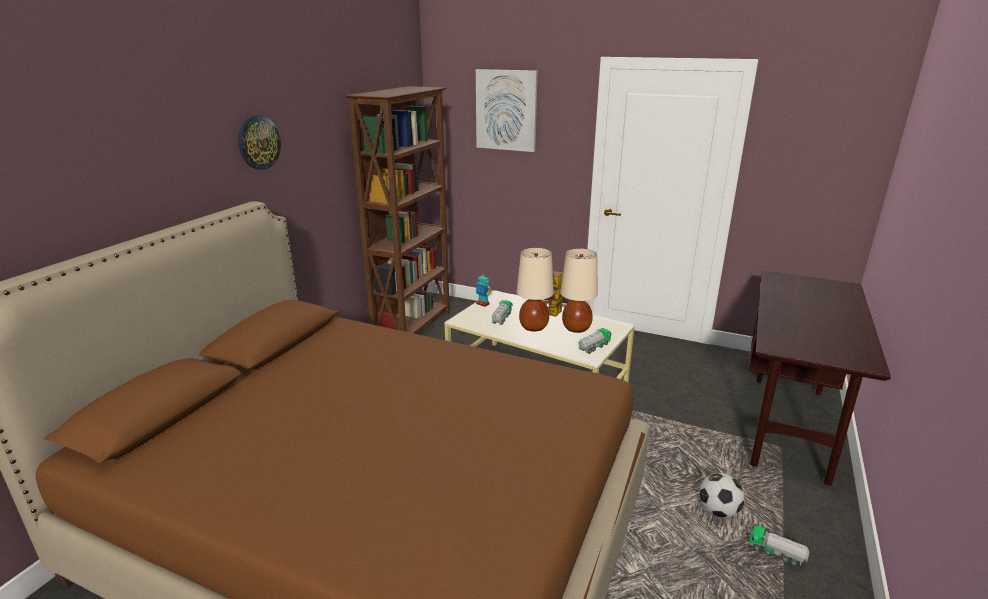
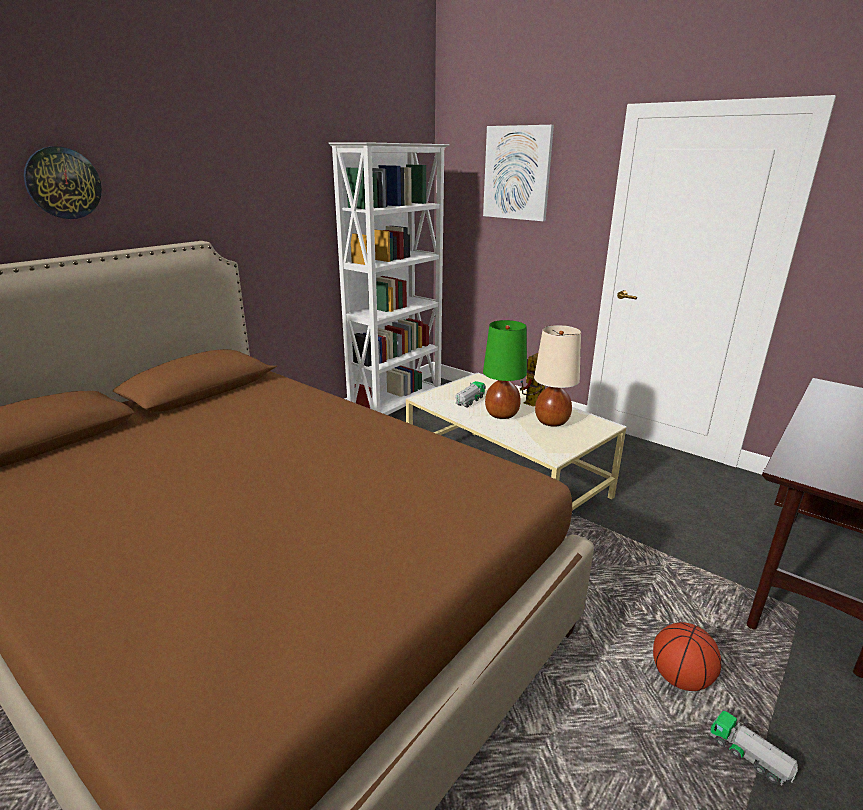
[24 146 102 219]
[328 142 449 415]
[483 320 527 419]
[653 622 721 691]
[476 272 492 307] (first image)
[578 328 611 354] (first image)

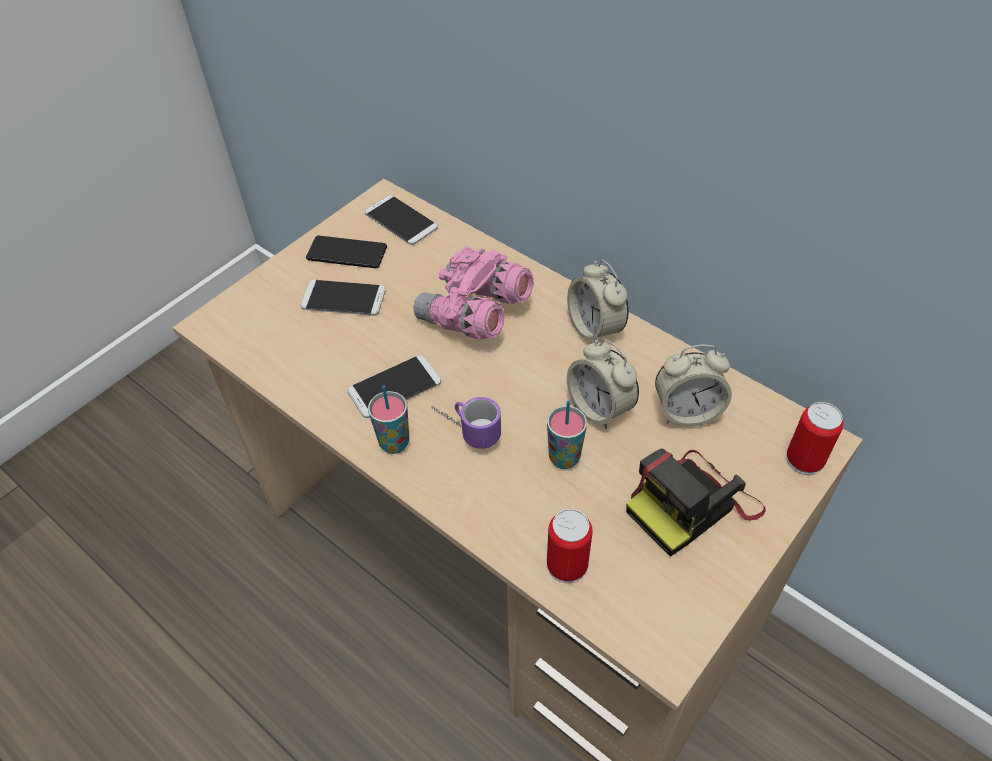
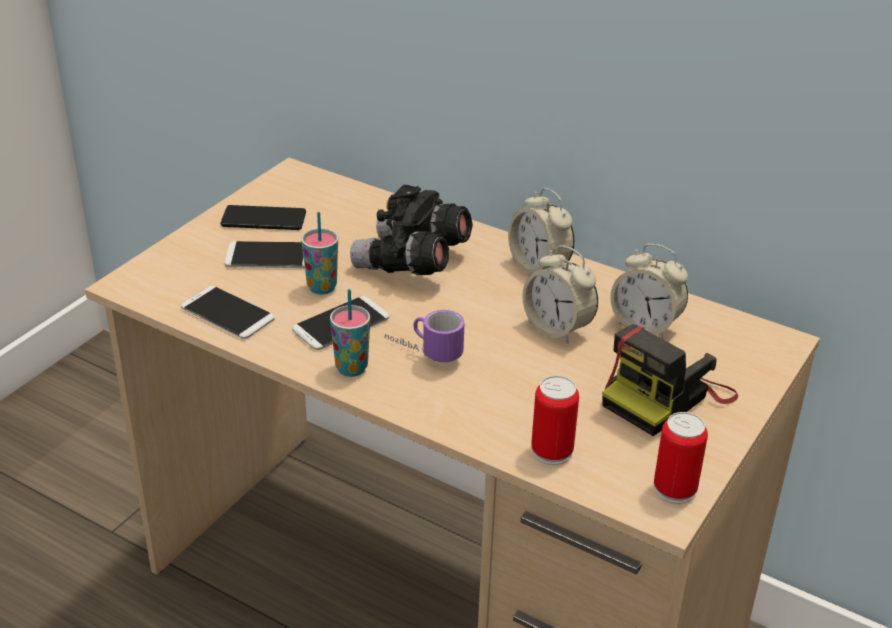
[181 286 275 339]
[301 212 338 294]
[350 185 473 275]
[610 244 688 339]
[654 412 708 504]

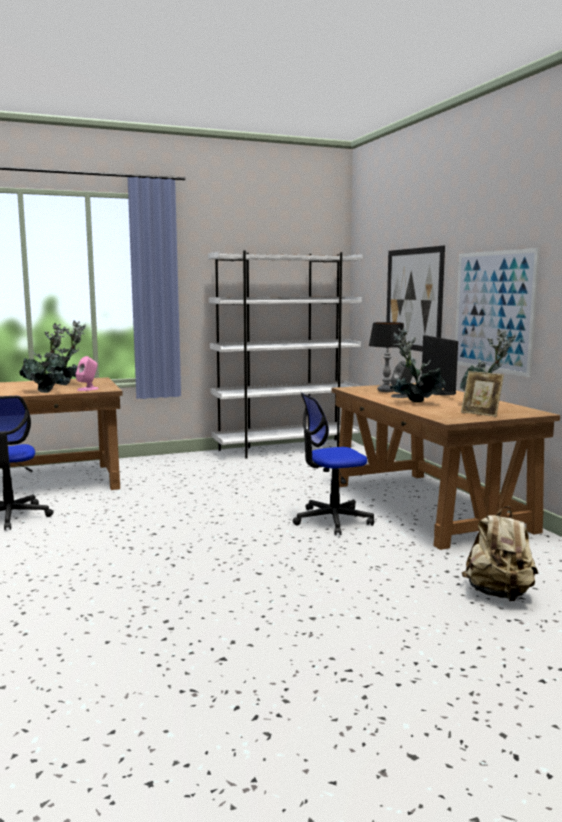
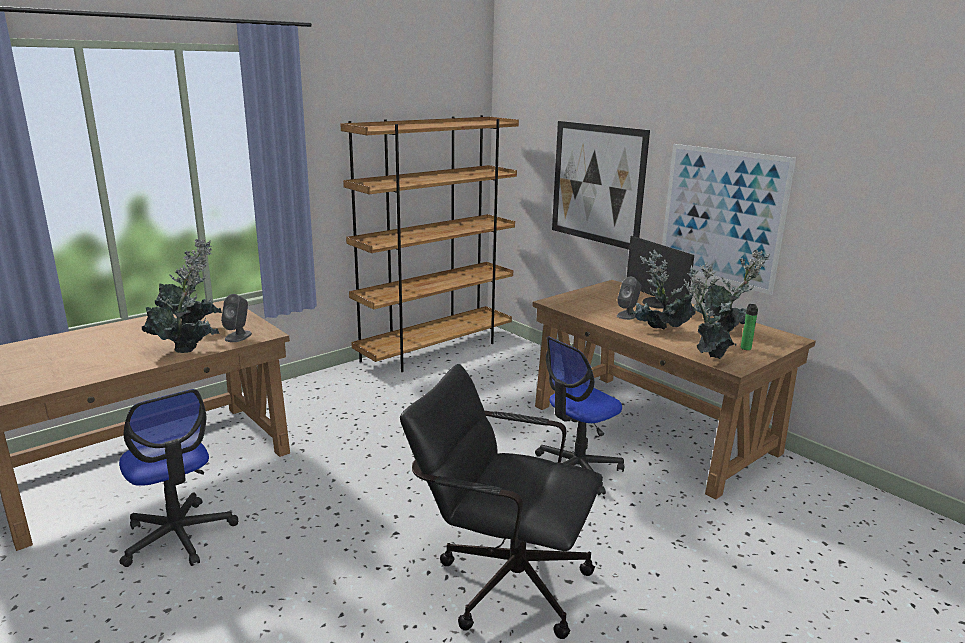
[221 294 252 342]
[340 115 519 372]
[400 364 603 639]
[684 262 736 359]
[741 304 758 350]
[369 322 406 392] (first image)
[462 506 538 601] (first image)

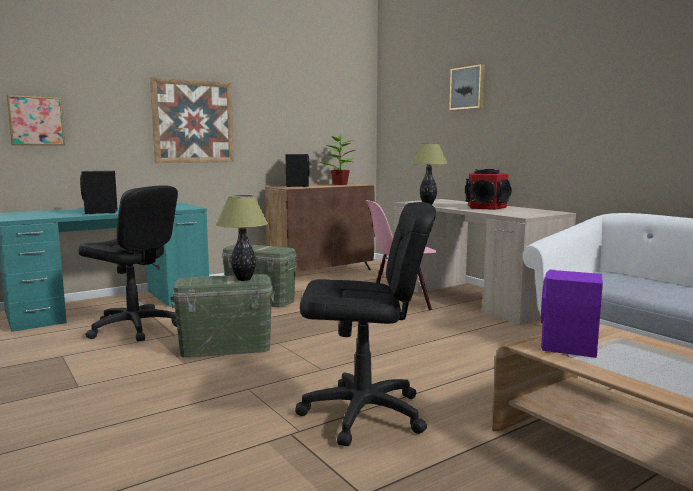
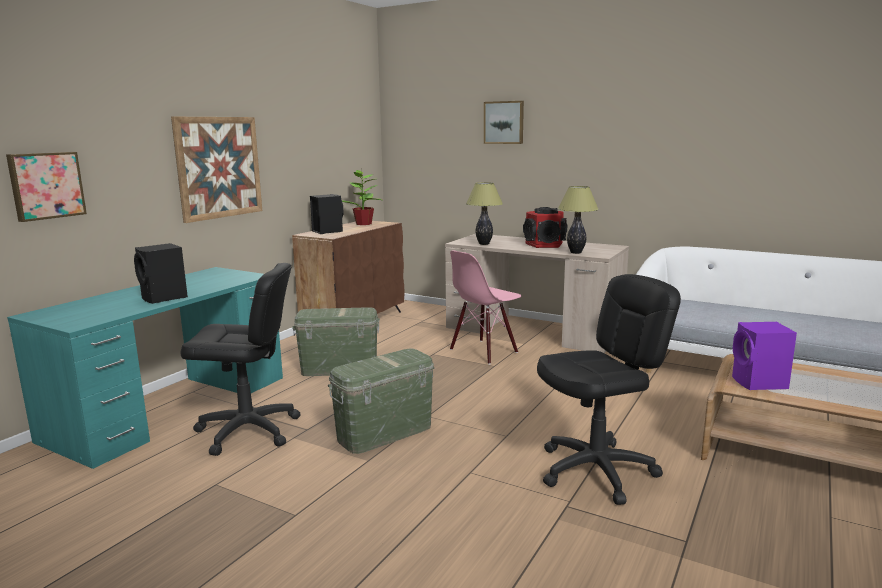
[558 186 599 254]

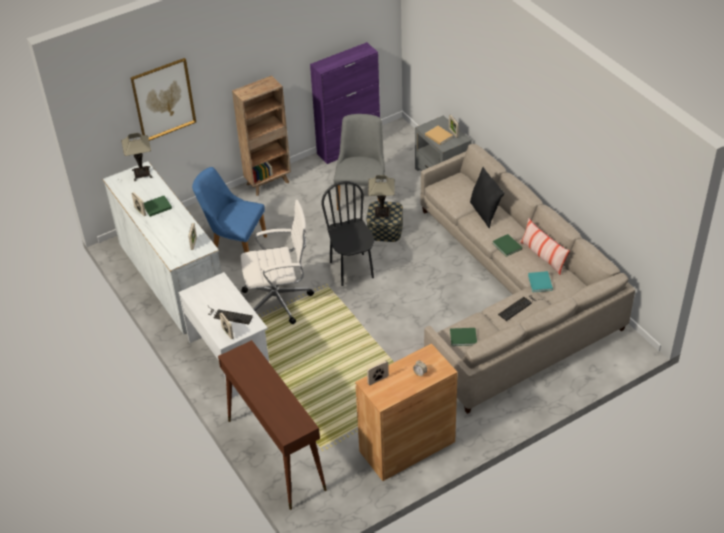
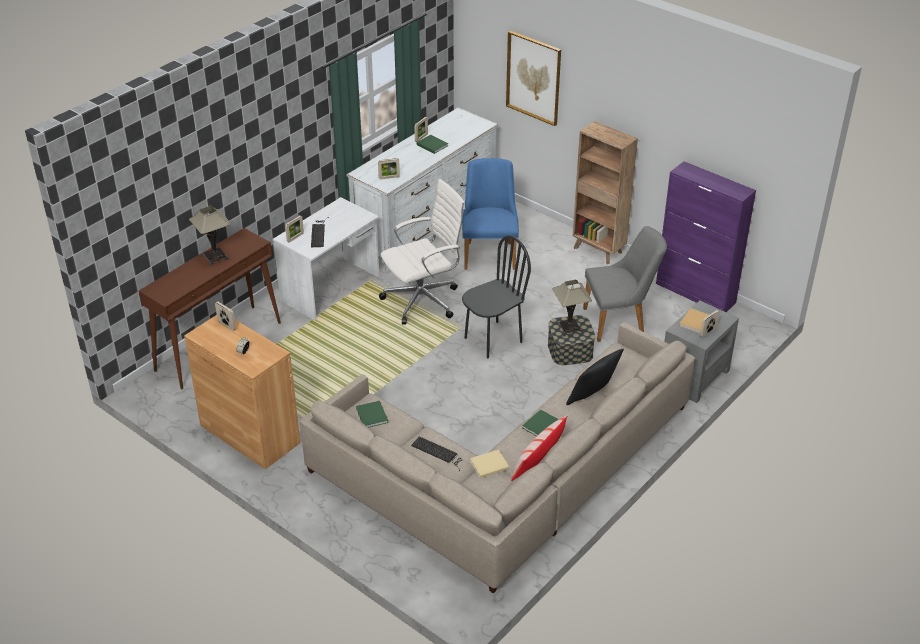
[189 206 231 266]
[379 179 465 325]
[470 450 509 478]

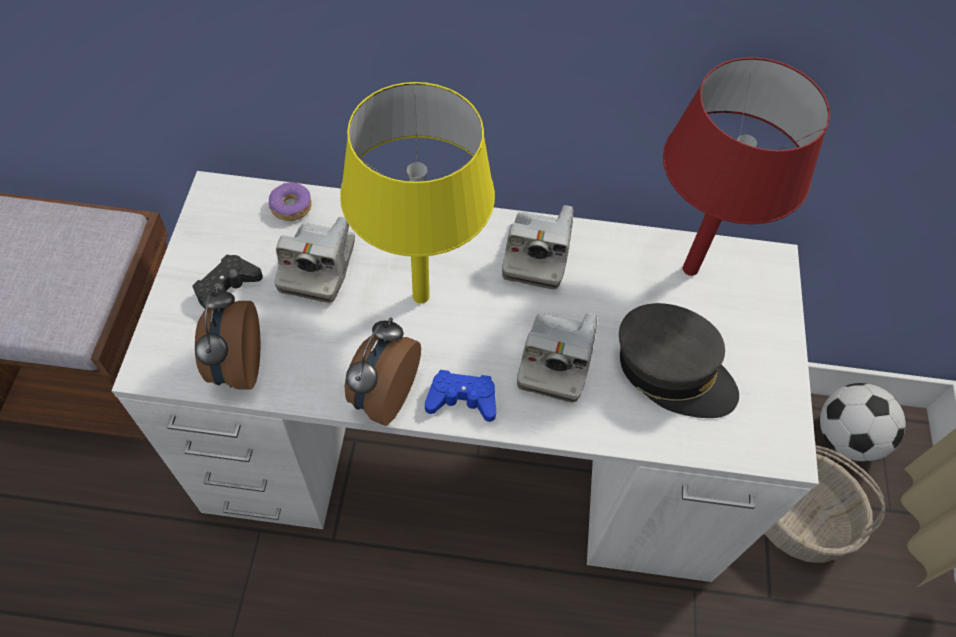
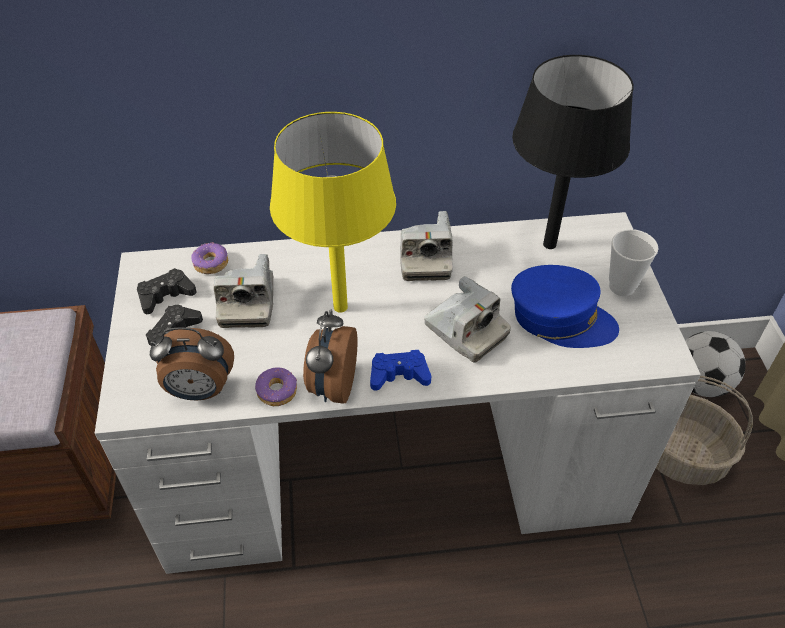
[137 268 197 314]
[150 327 234 401]
[255 367 297 406]
[424 276 511 363]
[511 265 619 348]
[512 55 634 249]
[609 229 658 296]

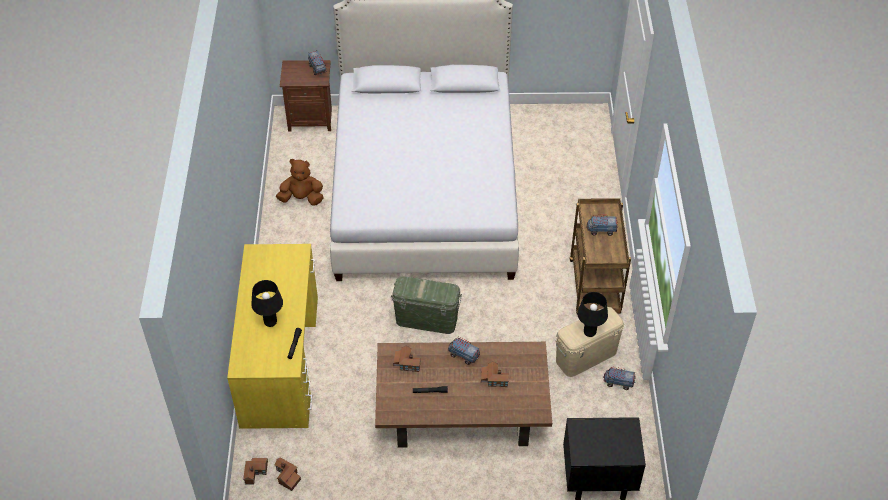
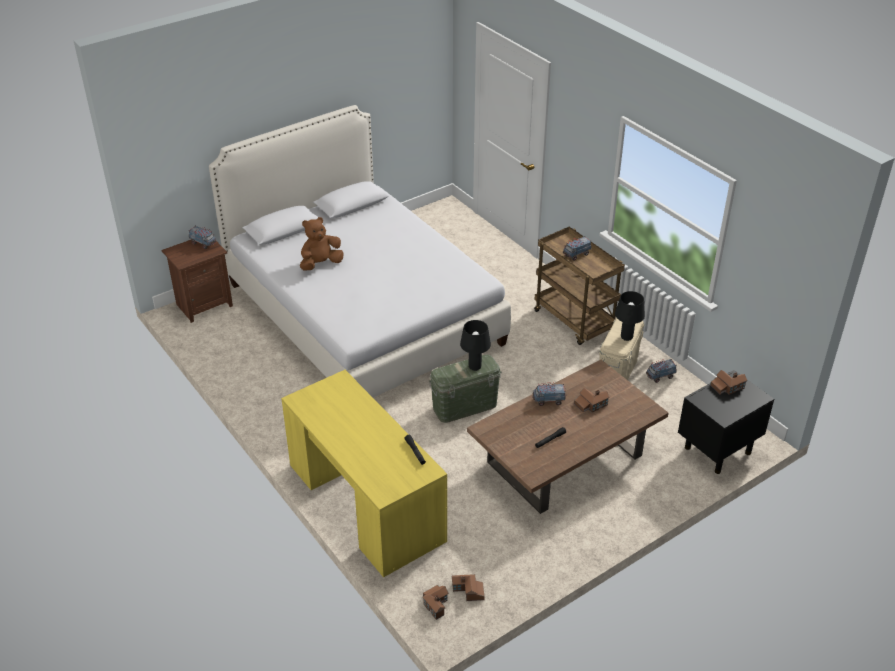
[300 217 344 271]
[460 320 491 371]
[710 370 747 395]

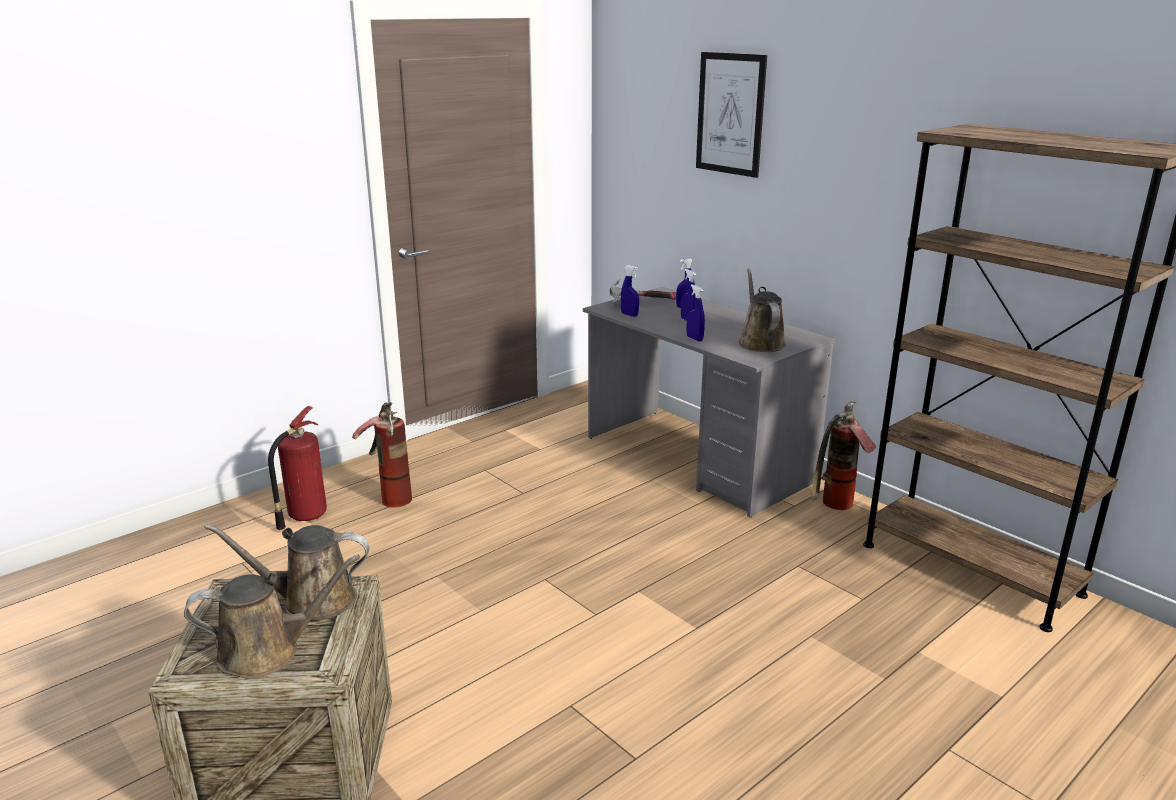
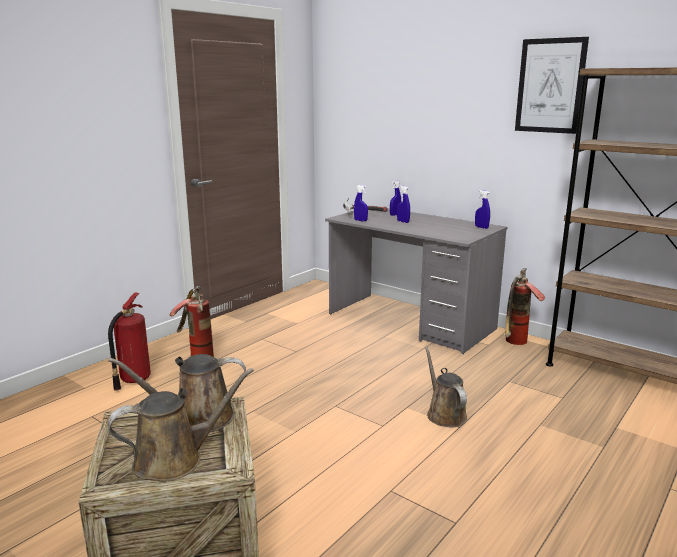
[425 347 467 427]
[475 190 490 229]
[515 37 589 134]

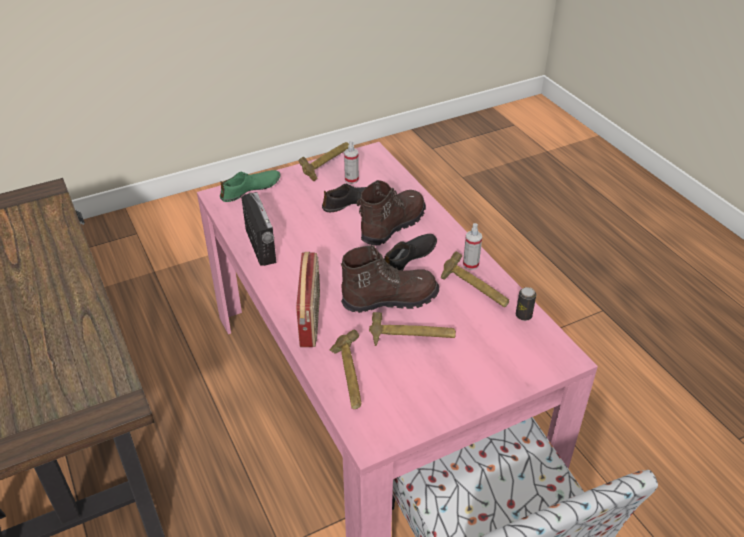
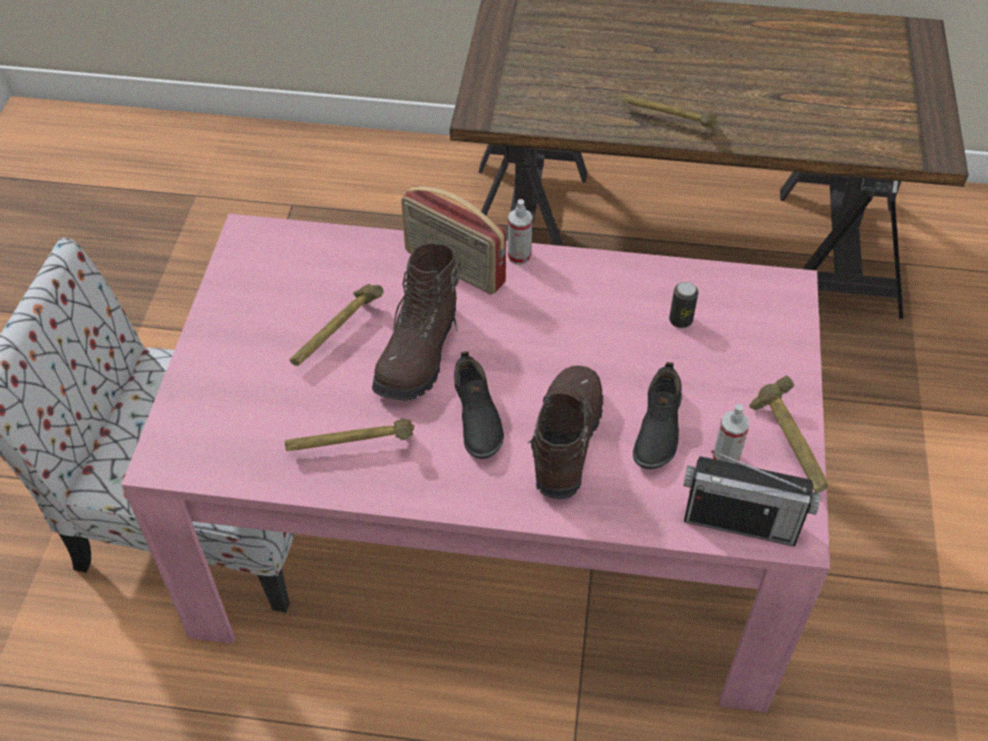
[508 199 532 265]
[527 366 603 499]
[621 94 718 128]
[669 282 698 328]
[683 450 820 547]
[220 170 281 202] (first image)

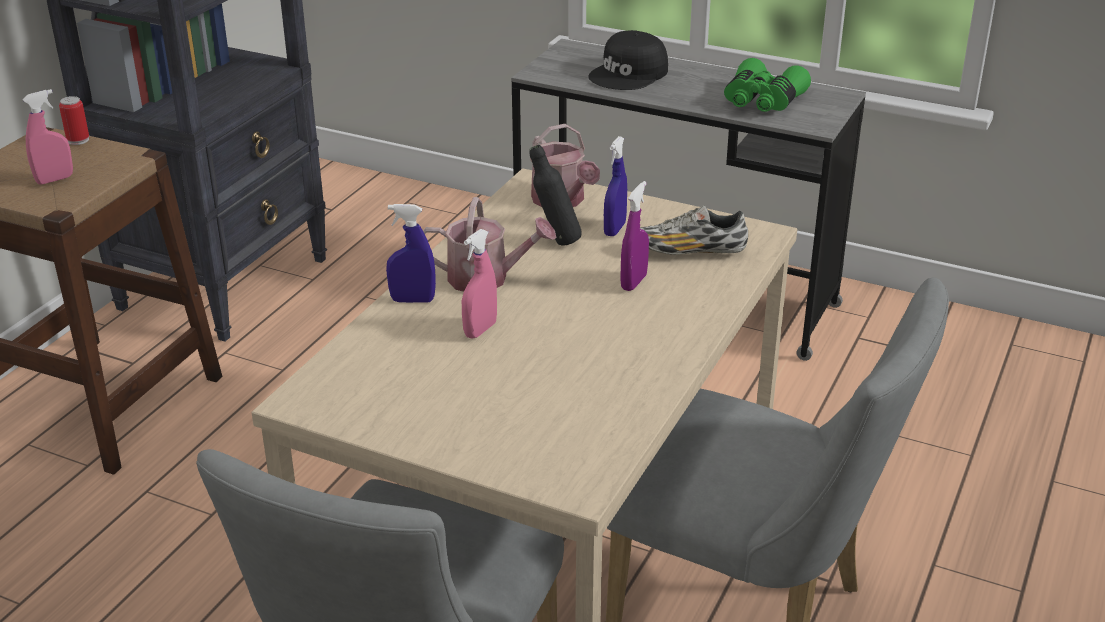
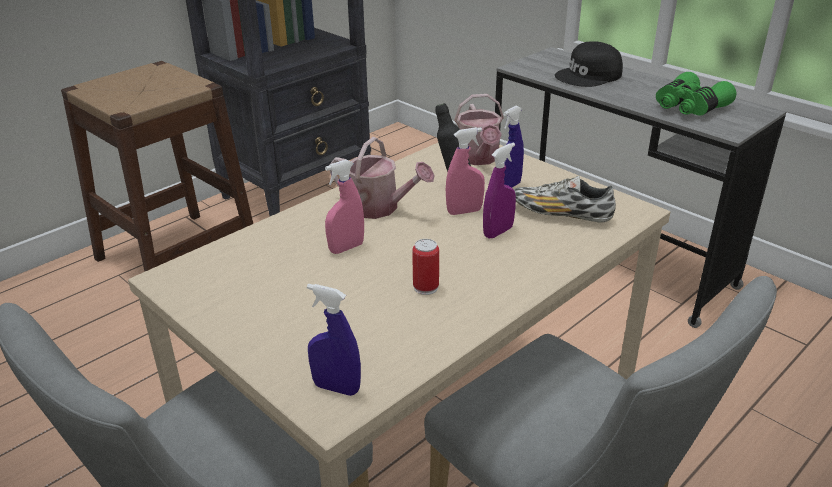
[307 284 361 396]
[412 239 439 295]
[446 127 485 215]

